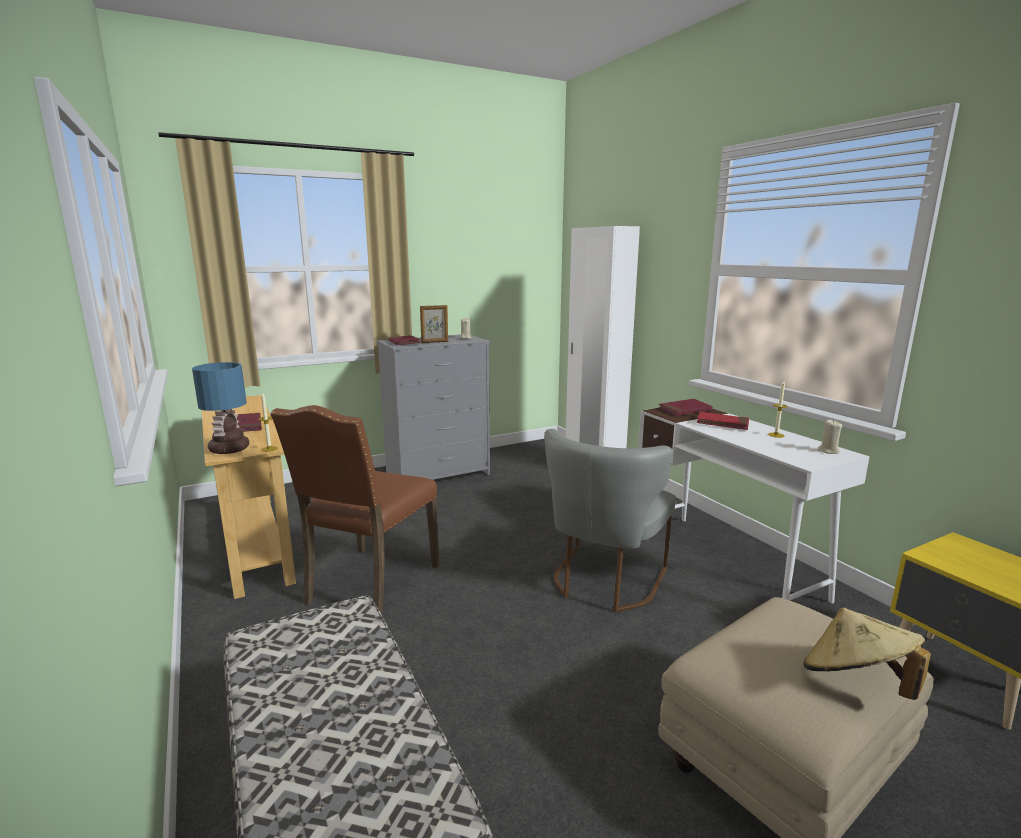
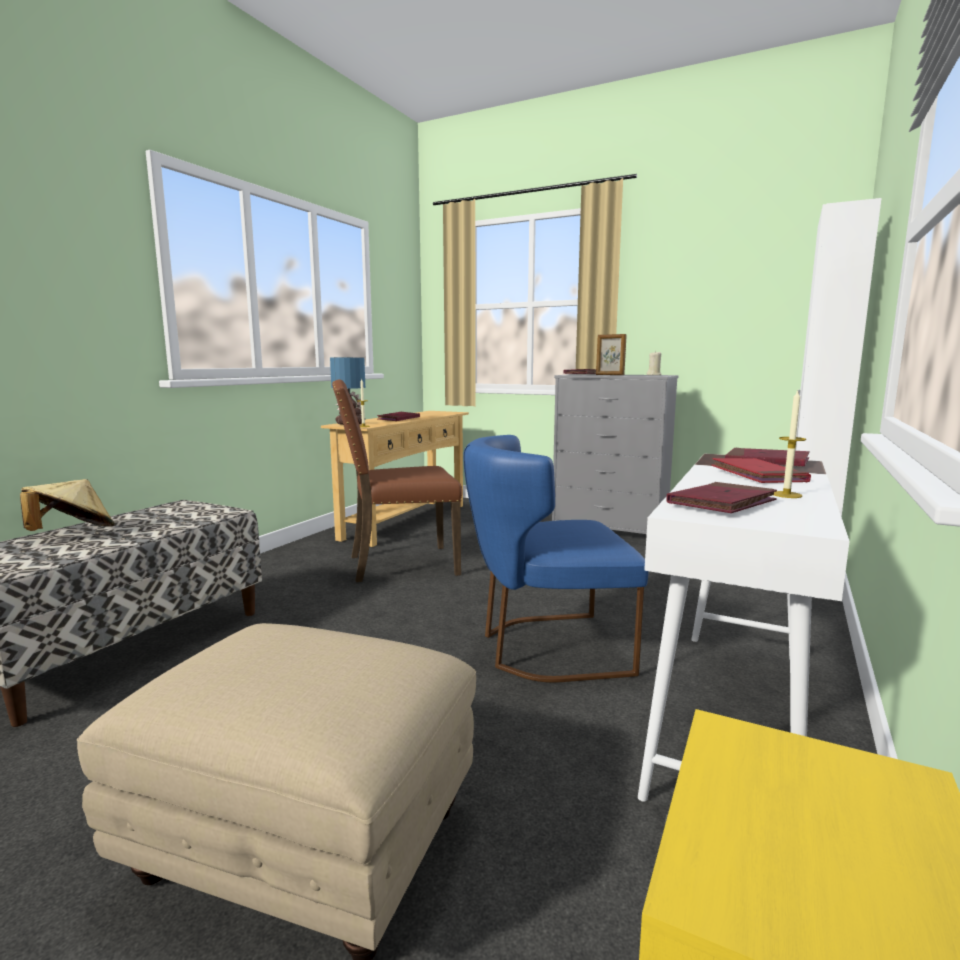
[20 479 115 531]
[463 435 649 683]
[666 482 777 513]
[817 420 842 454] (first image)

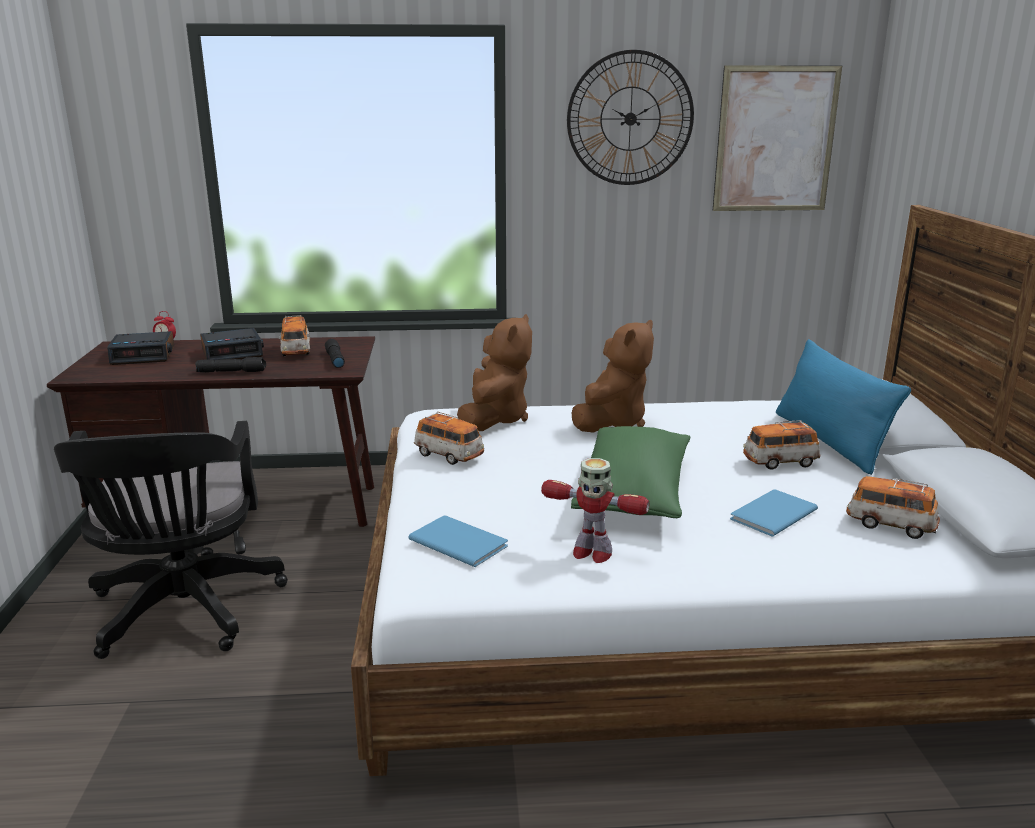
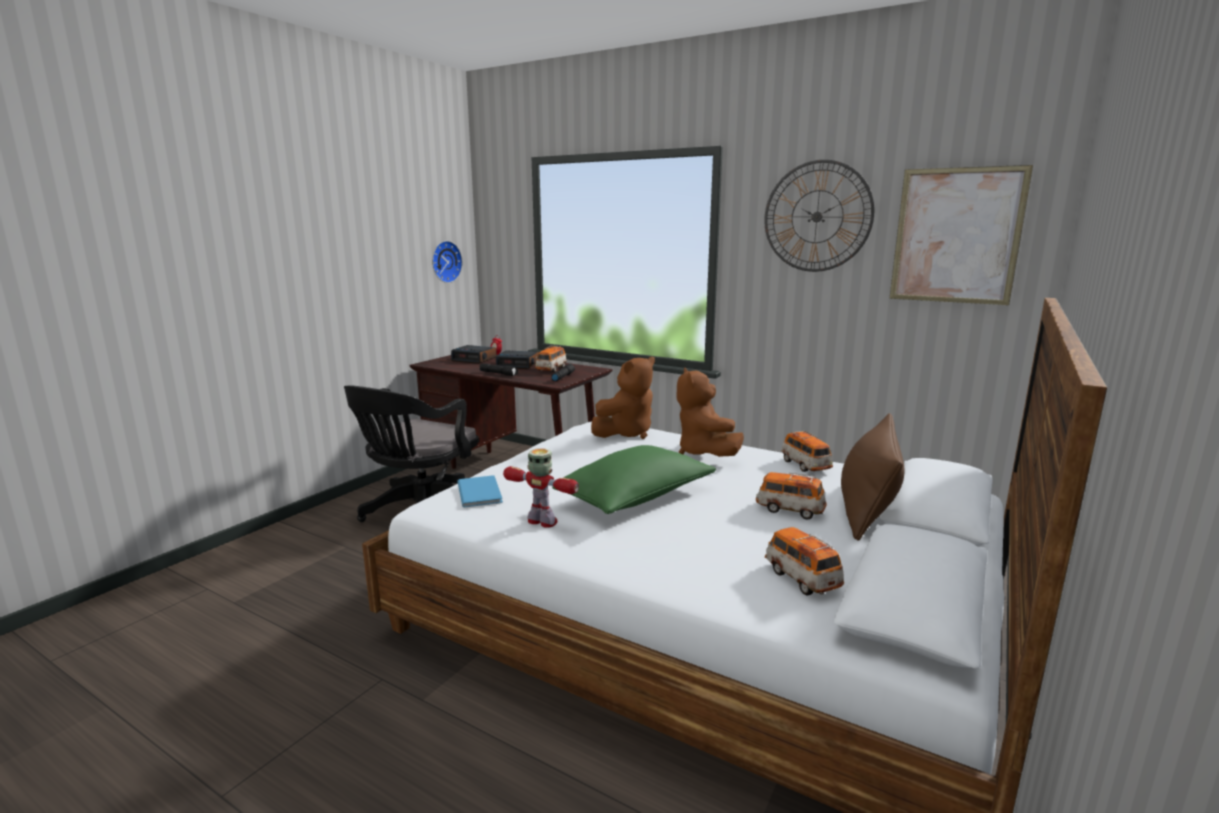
[432 241 463 283]
[503 448 579 528]
[676 368 744 457]
[781 430 833 472]
[841 413 905 541]
[730 489 818 537] (first image)

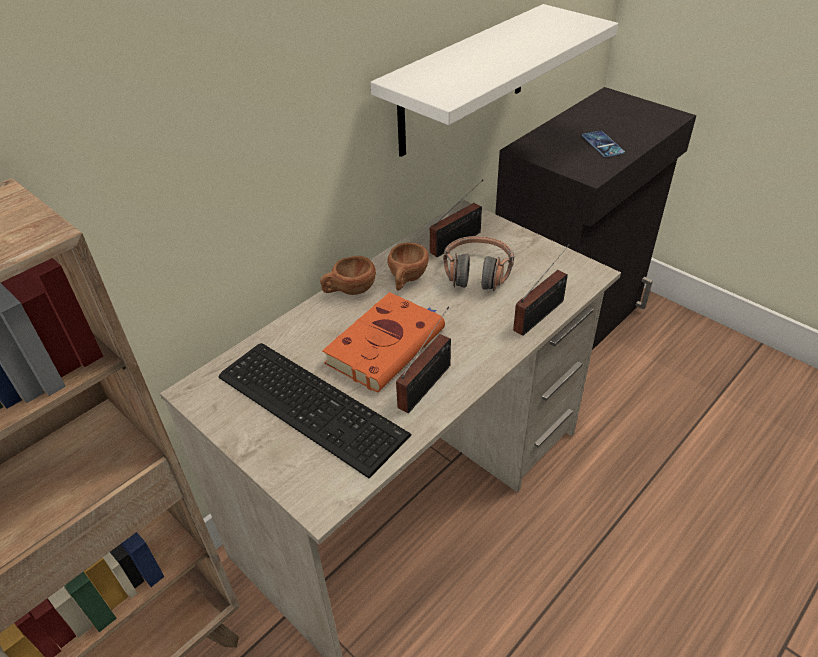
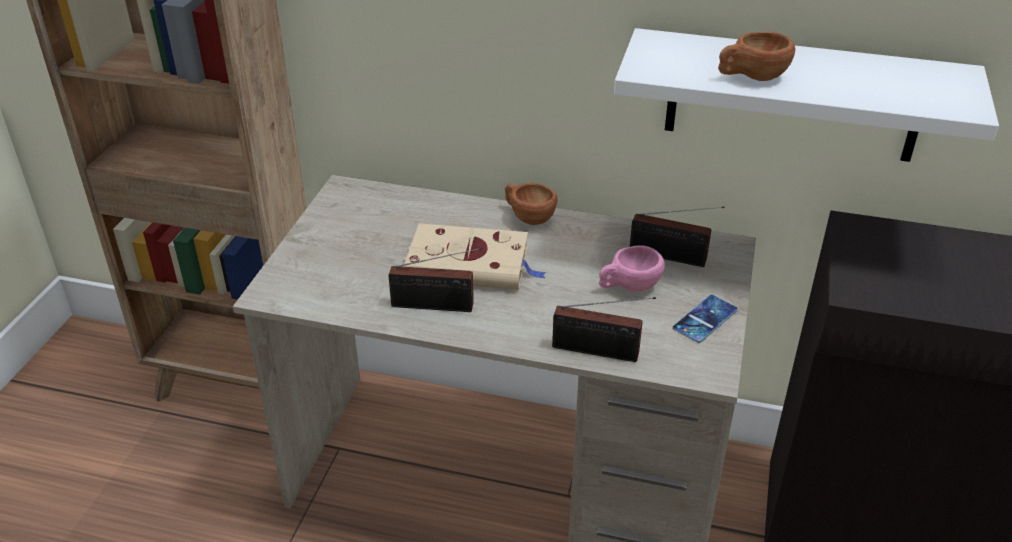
[403 223 547 290]
[599 245 665 291]
[673 295 738 343]
[718 31 795 81]
[218 343 411 478] (first image)

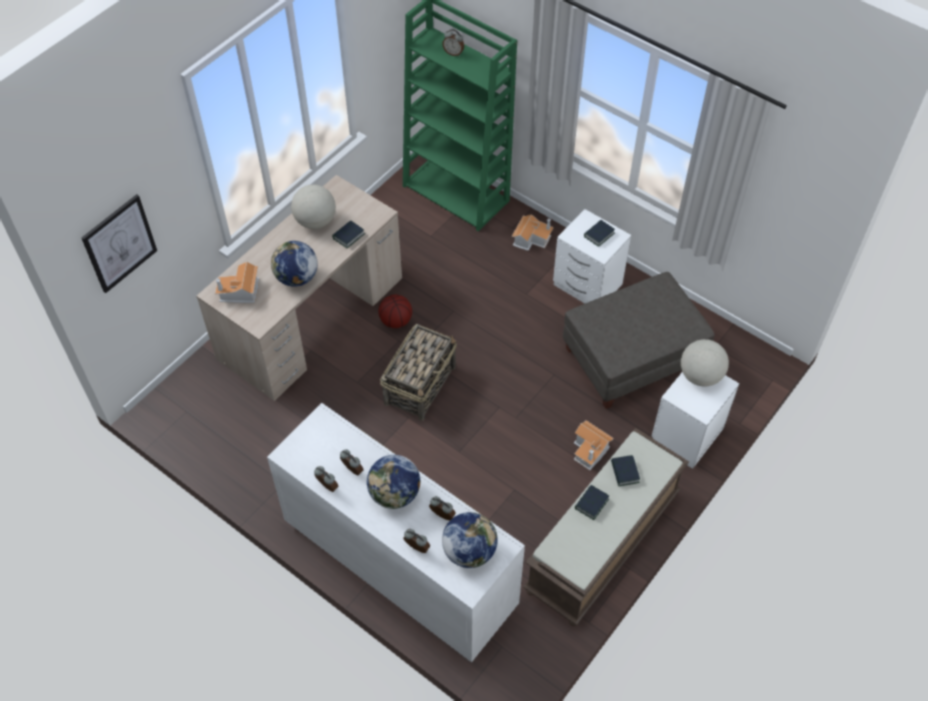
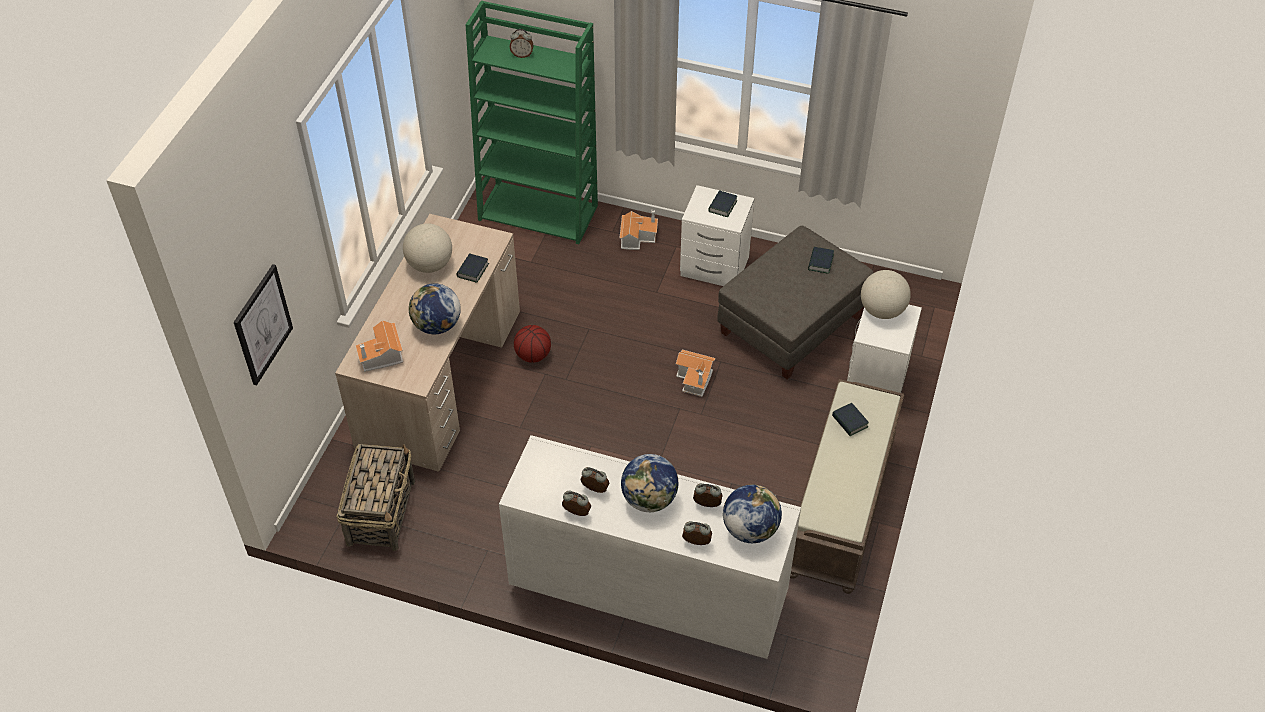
[337 444 415 551]
[676 349 716 397]
[808 247 834 274]

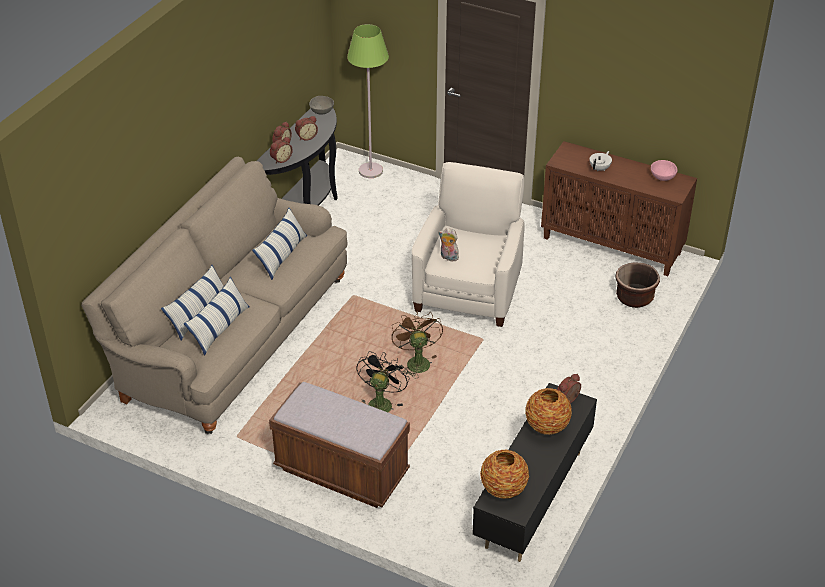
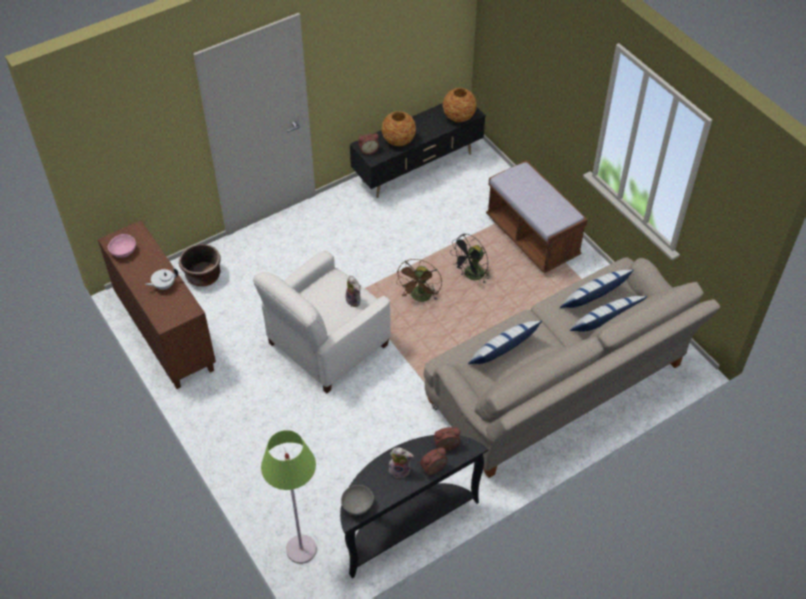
[389 447 414 478]

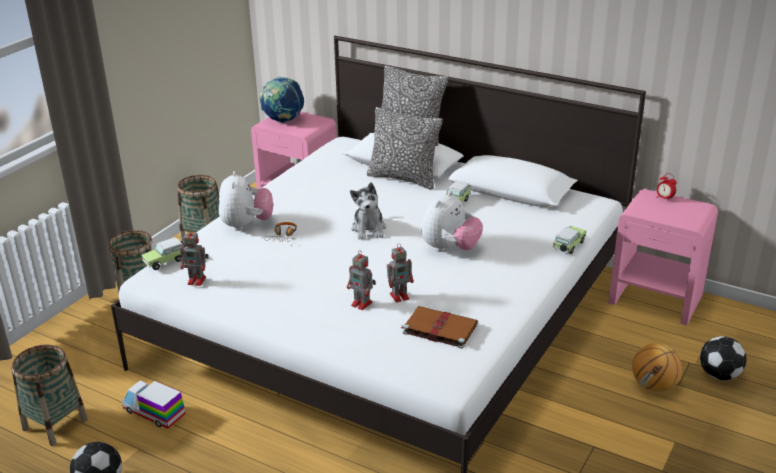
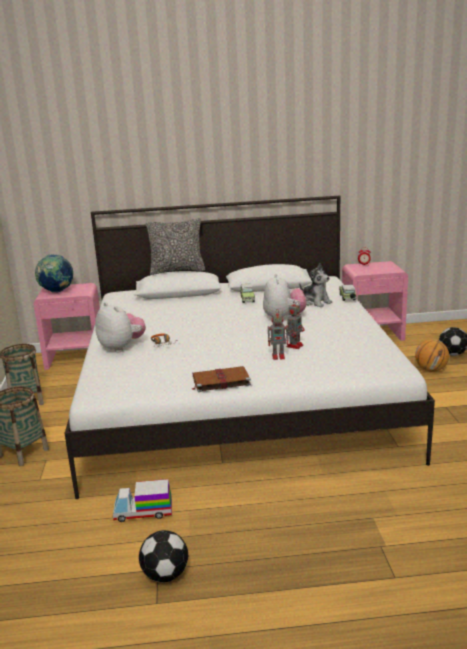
[191 366 251 392]
[299 263 332 307]
[11 345 88 446] (first image)
[141 237 185 270] (first image)
[180 228 209 286] (first image)
[367 107 443 190] (first image)

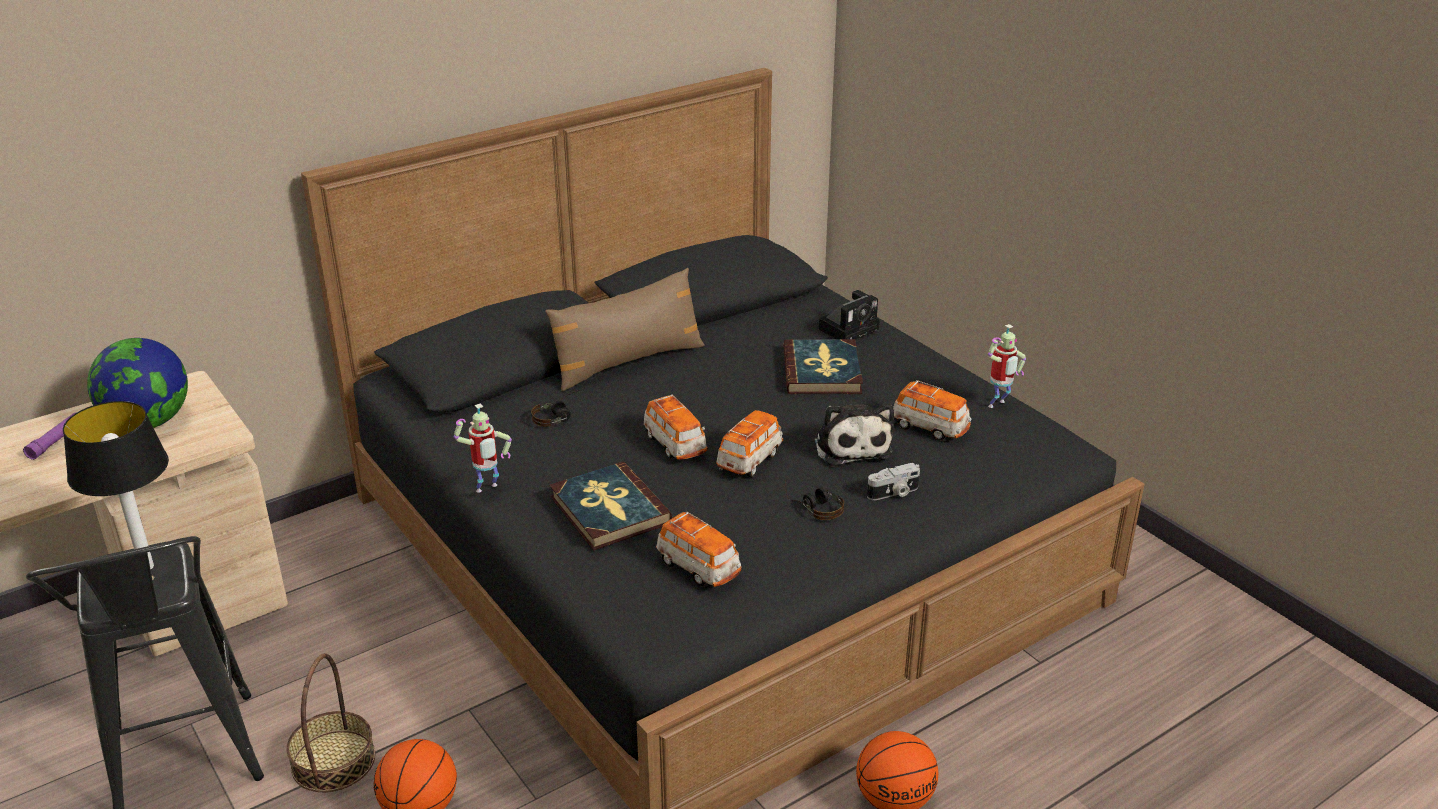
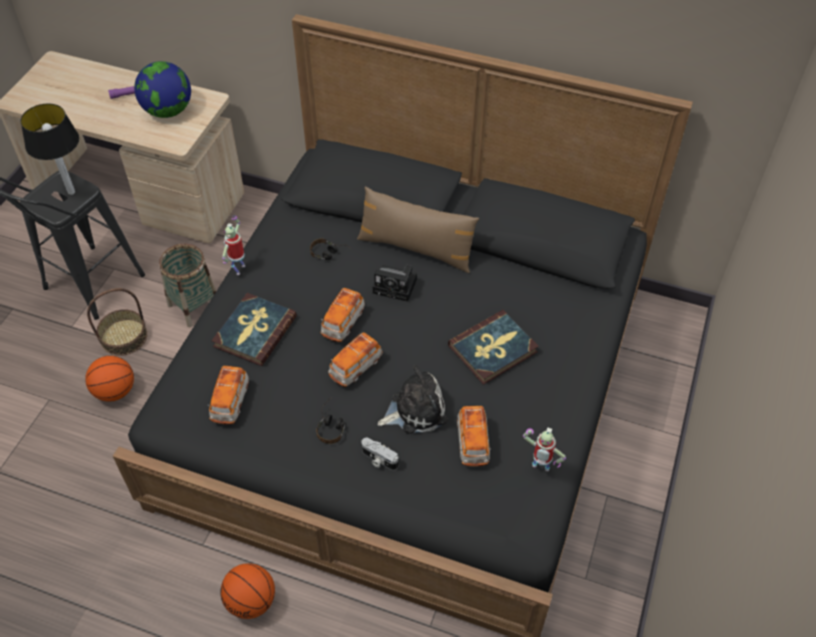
[159 244 216 327]
[222 216 245 275]
[328 332 383 387]
[373 265 417 302]
[377 365 447 434]

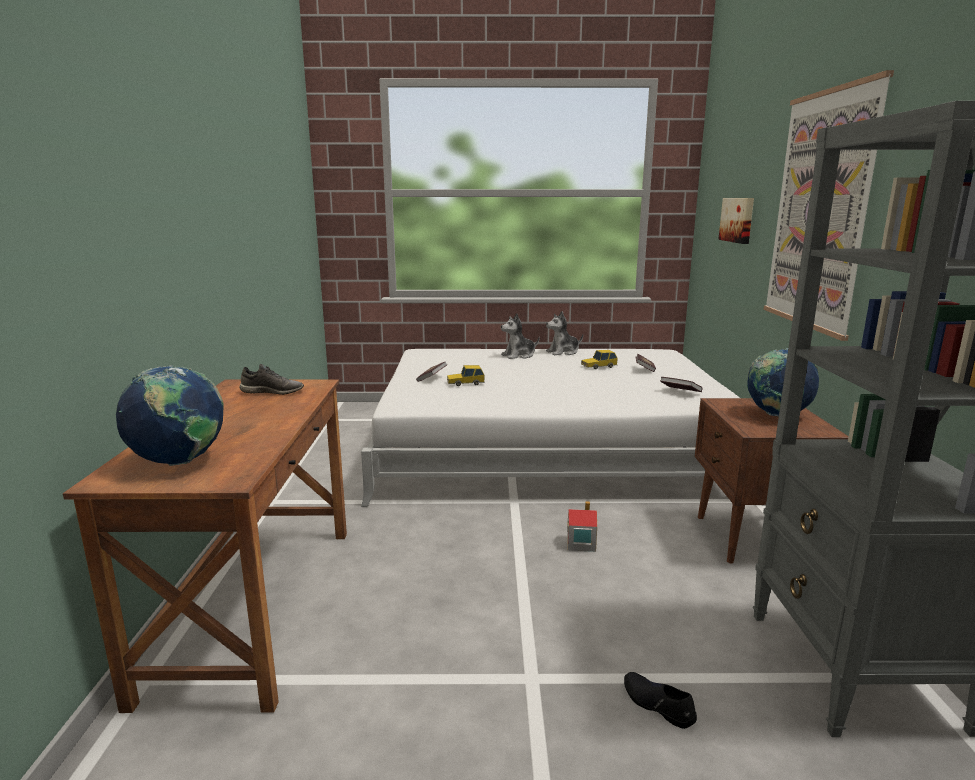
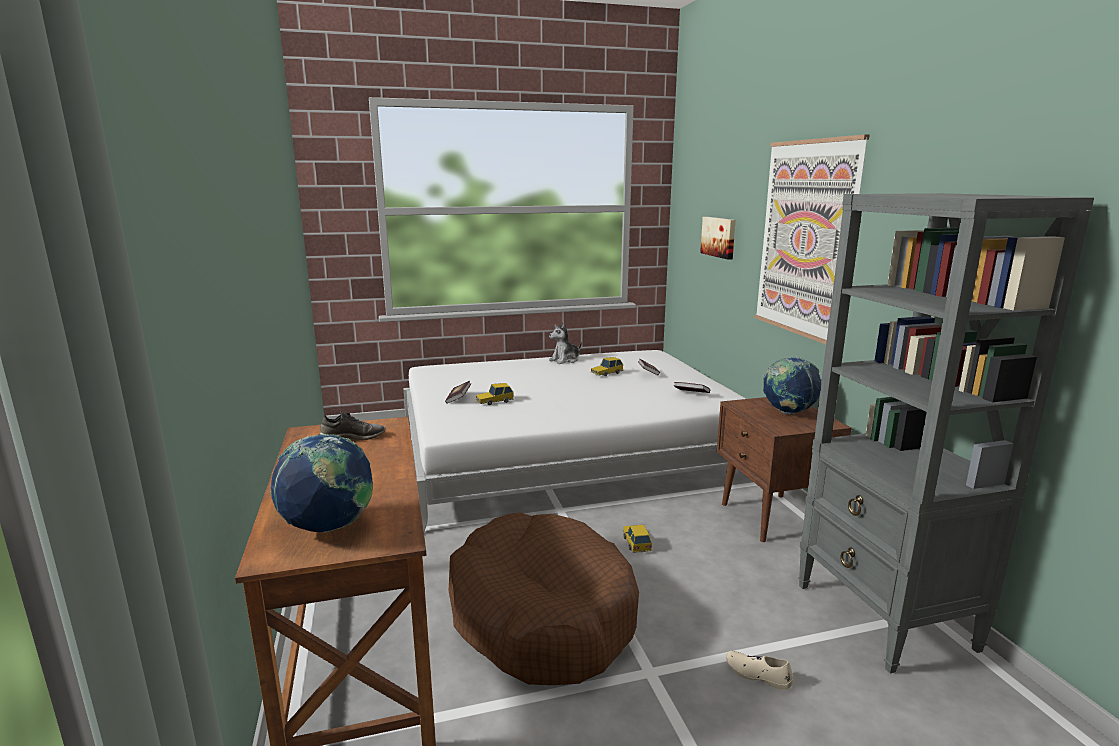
[449 512 639 685]
[623 525 652 553]
[726 651 793 690]
[501 313 539 359] (first image)

